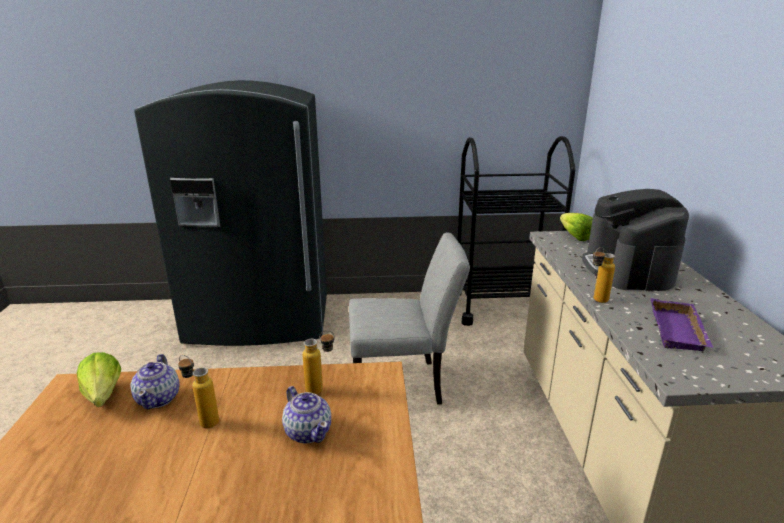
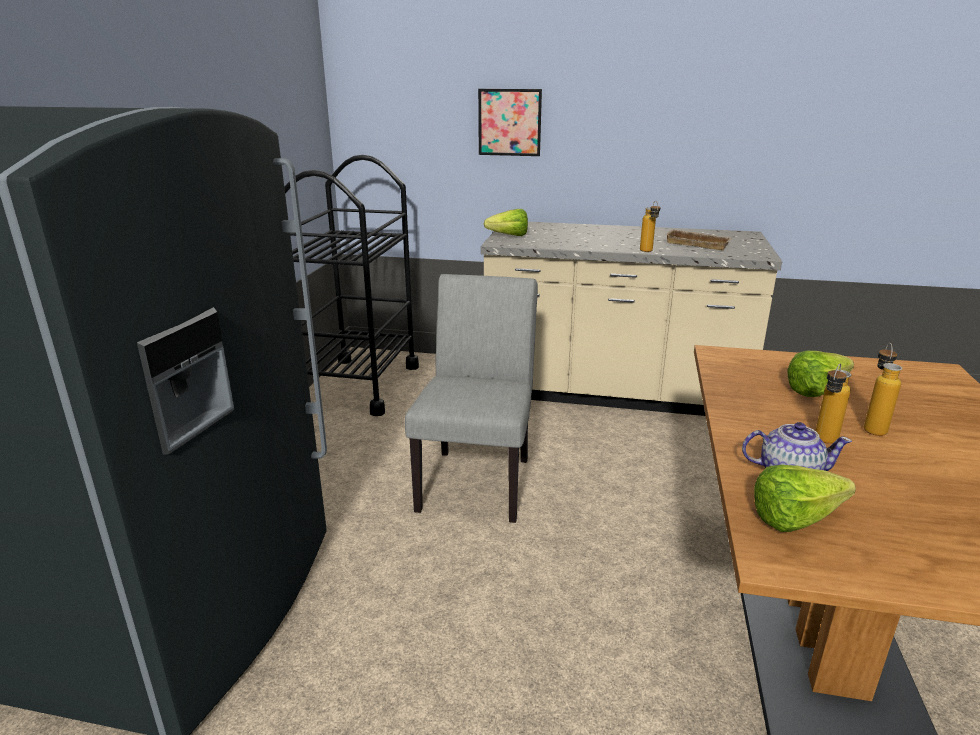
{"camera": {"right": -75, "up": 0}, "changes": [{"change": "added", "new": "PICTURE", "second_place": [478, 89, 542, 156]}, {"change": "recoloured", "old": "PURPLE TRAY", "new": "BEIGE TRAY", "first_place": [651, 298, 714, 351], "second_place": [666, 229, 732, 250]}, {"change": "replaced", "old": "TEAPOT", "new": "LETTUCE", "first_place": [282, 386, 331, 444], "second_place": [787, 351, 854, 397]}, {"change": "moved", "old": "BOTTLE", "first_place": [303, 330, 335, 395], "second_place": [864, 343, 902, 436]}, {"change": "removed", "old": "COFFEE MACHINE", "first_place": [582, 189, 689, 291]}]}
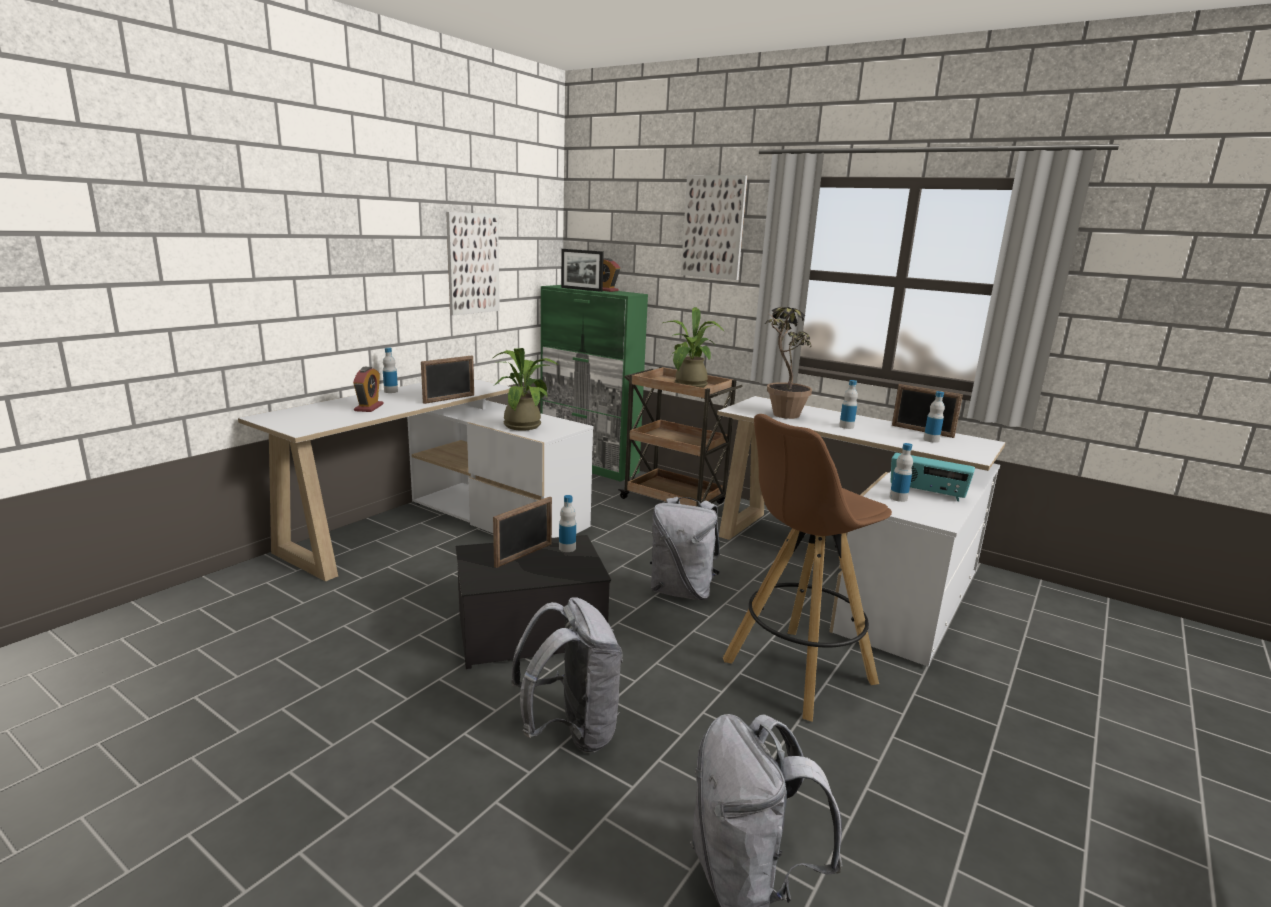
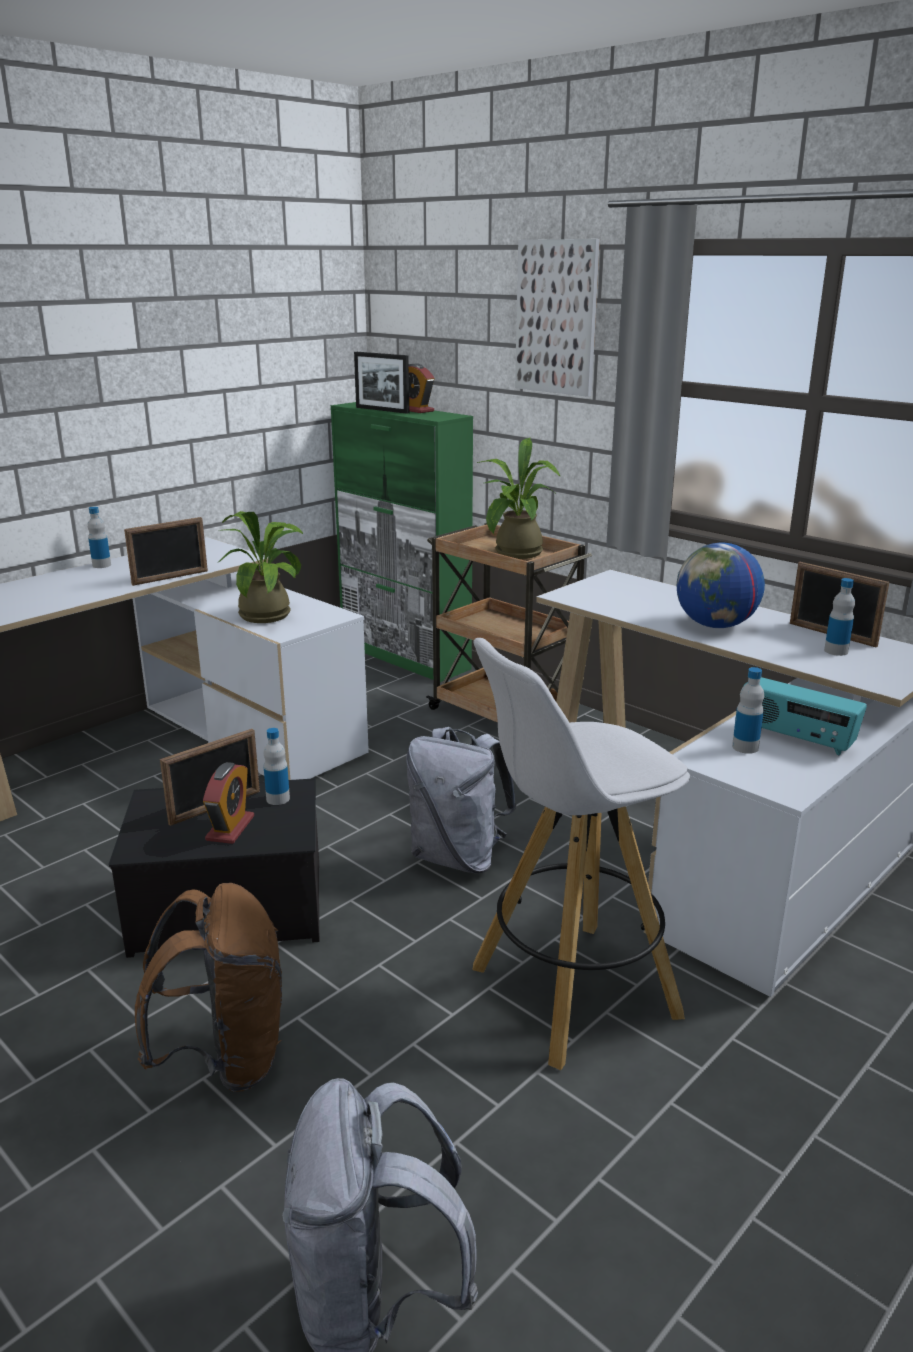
{"camera": {"right": 10, "up": 5}, "changes": [{"change": "recoloured", "old": "GREY BACKPACK", "new": "BROWN BACKPACK", "first_place": [511, 597, 623, 753], "second_place": [135, 883, 282, 1092]}, {"change": "moved", "old": "ALARM CLOCK", "first_place": [353, 367, 384, 412], "second_place": [203, 762, 254, 844]}, {"change": "recoloured", "old": "BROWN STOOL", "new": "WHITE STOOL", "first_place": [723, 414, 892, 722], "second_place": [472, 638, 690, 1070]}, {"change": "replaced", "old": "BOTTLE", "new": "GLOBE", "first_place": [839, 380, 858, 429], "second_place": [677, 543, 765, 628]}, {"change": "removed", "old": "PICTURE", "first_place": [446, 212, 500, 316]}, {"change": "removed", "old": "POTTED PLANT", "first_place": [765, 307, 812, 419]}]}
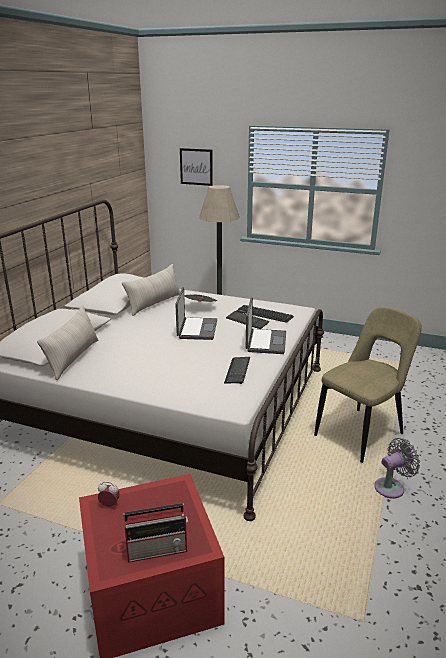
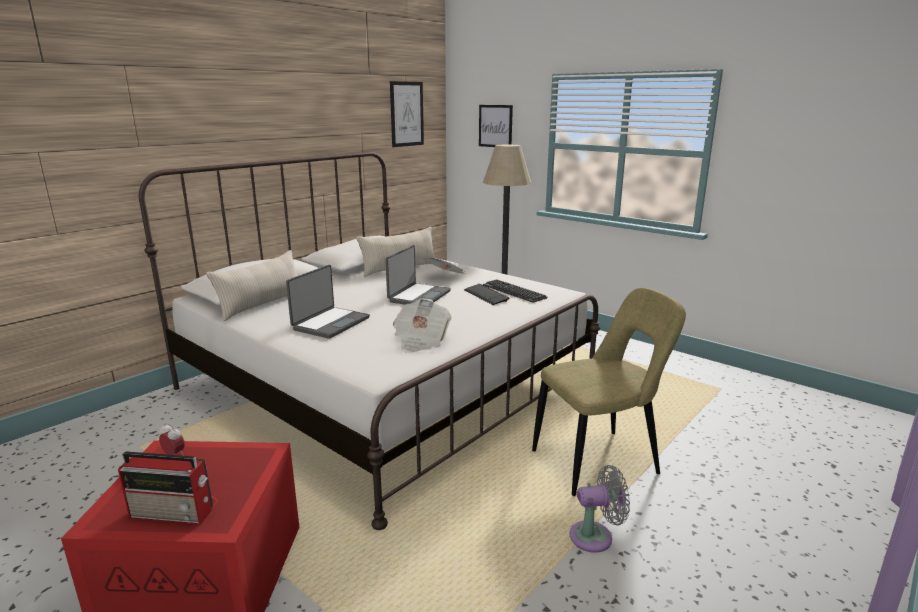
{"camera": {"right": 20, "up": -5}, "changes": [{"change": "moved", "old": "LAPTOP", "first_place": [246, 297, 286, 354], "second_place": [286, 265, 370, 339]}, {"change": "added", "new": "PICTURE", "second_place": [390, 81, 424, 147]}, {"change": "replaced", "old": "KEYBOARD", "new": "NEWSPAPER", "first_place": [224, 357, 250, 384], "second_place": [393, 298, 451, 353]}]}
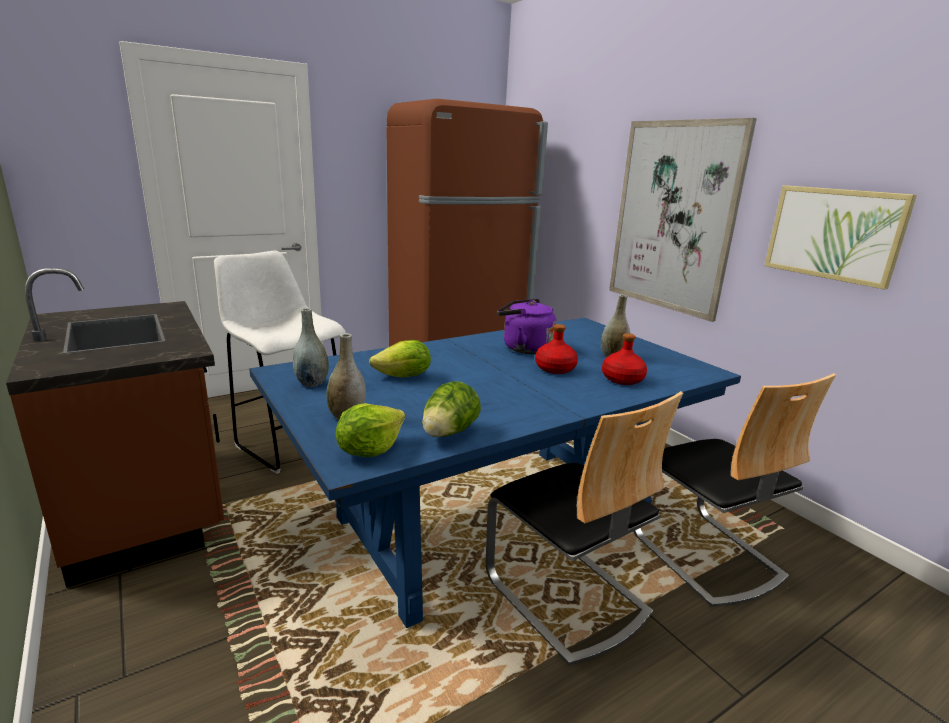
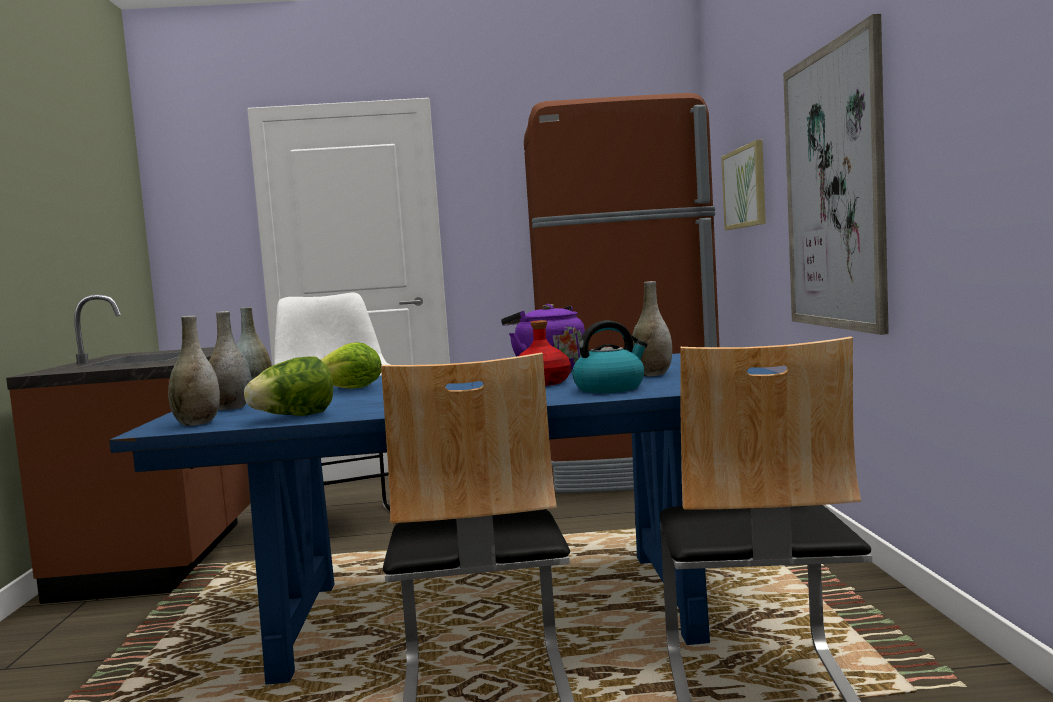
{"camera": {"right": 30, "up": -15}, "changes": [{"change": "replaced", "old": "LETTUCE", "new": "GREY VASE", "first_place": [336, 403, 405, 457], "second_place": [168, 316, 220, 426]}, {"change": "replaced", "old": "RED BOTTLE", "new": "KETTLE", "first_place": [602, 333, 647, 385], "second_place": [572, 321, 648, 393]}, {"change": "moved", "old": "PICTURE", "first_place": [764, 185, 917, 290], "second_place": [721, 140, 766, 230]}]}
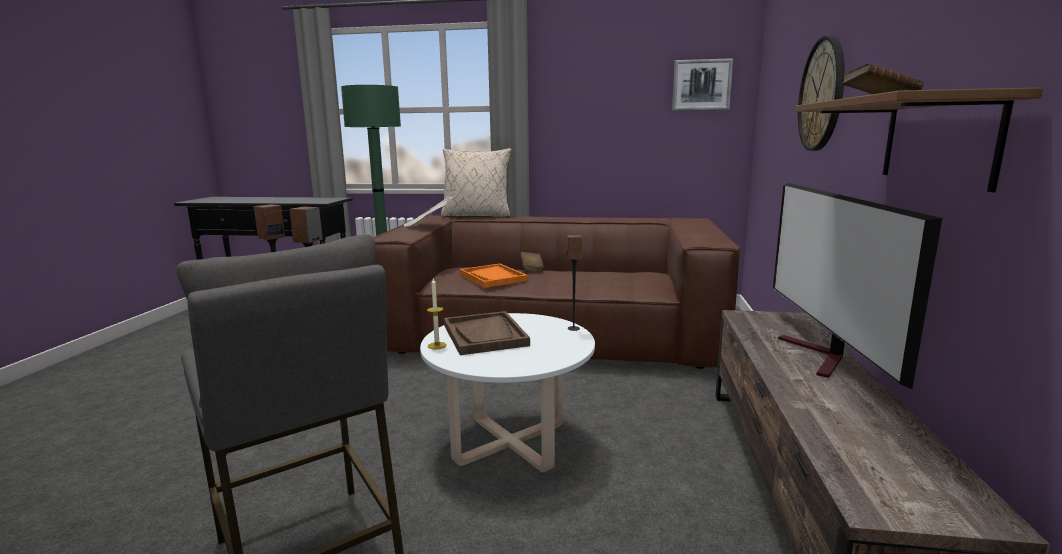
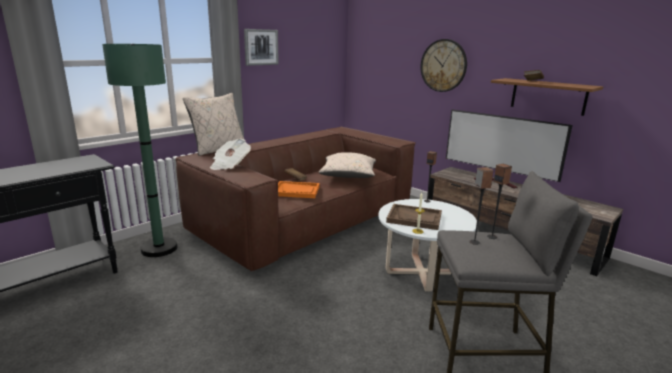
{"camera": {"right": -55, "up": 5}, "changes": [{"change": "moved", "old": "PICTURE", "first_place": [672, 58, 733, 111], "second_place": [244, 29, 279, 66]}, {"change": "added", "new": "BEIGE PILLOW", "second_place": [319, 152, 376, 178]}]}
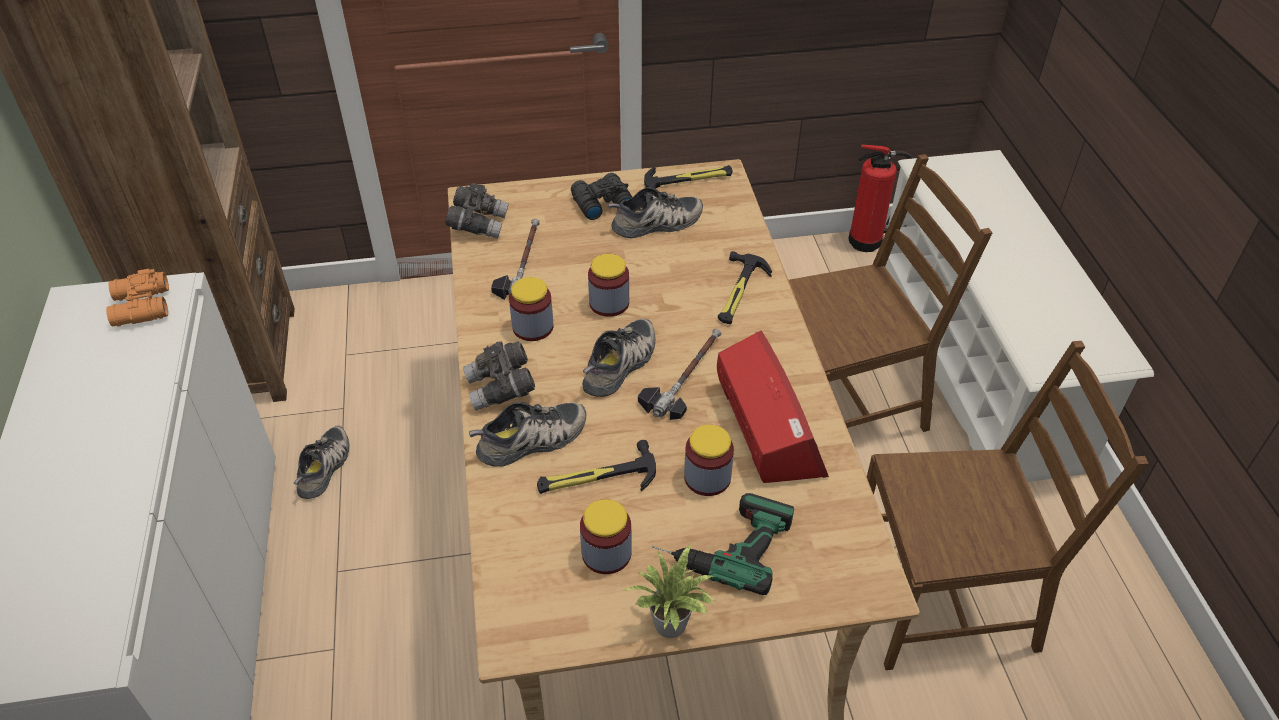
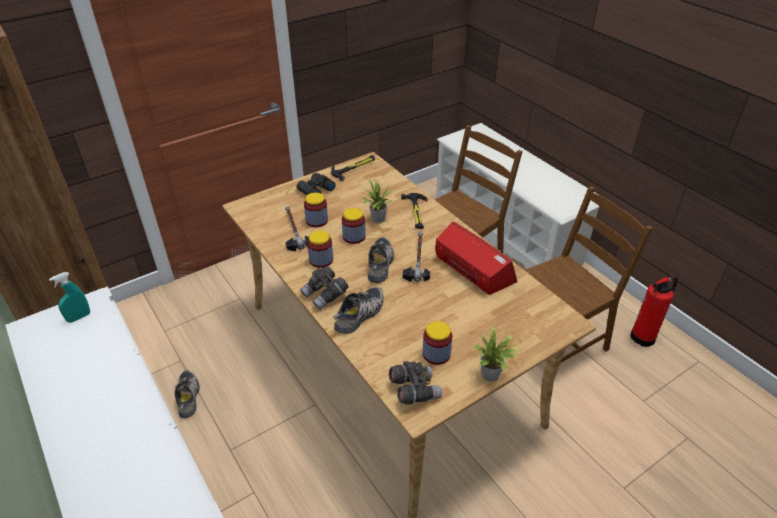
{"camera": {"right": -25, "up": -5}, "changes": [{"change": "replaced", "old": "ORANGE BINOCULARS", "new": "TURQUOISE SPRAY BOTTLE", "first_place": [106, 269, 169, 327], "second_place": [49, 272, 90, 323]}, {"change": "moved", "old": "JAR", "first_place": [684, 424, 734, 496], "second_place": [304, 192, 328, 227]}, {"change": "added", "new": "POTTED PLANT", "second_place": [358, 178, 394, 223]}, {"change": "moved", "old": "GREY BINOCULARS", "first_place": [445, 183, 509, 239], "second_place": [389, 361, 442, 405]}, {"change": "moved", "old": "FIRE EXTINGUISHER", "first_place": [848, 145, 914, 252], "second_place": [630, 276, 678, 347]}, {"change": "removed", "old": "HAMMER", "first_place": [537, 440, 656, 494]}, {"change": "removed", "old": "SHOE", "first_place": [608, 187, 703, 238]}, {"change": "removed", "old": "POWER DRILL", "first_place": [652, 493, 794, 595]}]}
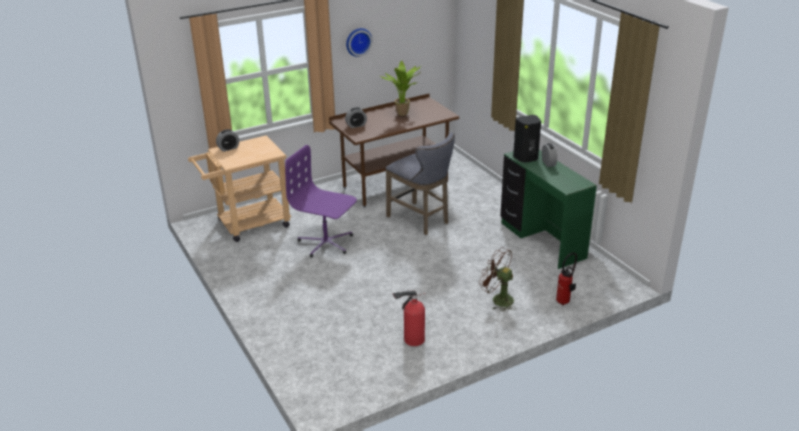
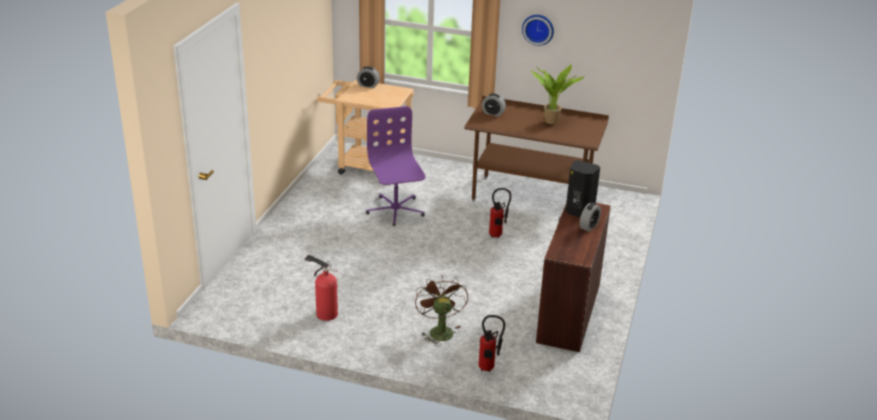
{"camera": {"right": 45, "up": 0}, "changes": [{"change": "replaced", "old": "GREY STOOL", "new": "FIRE EXTINGUISHER", "first_place": [386, 133, 455, 235], "second_place": [489, 188, 511, 238]}, {"change": "recoloured", "old": "GREEN DESK", "new": "BROWN DESK", "first_place": [500, 150, 597, 269], "second_place": [536, 203, 611, 352]}]}
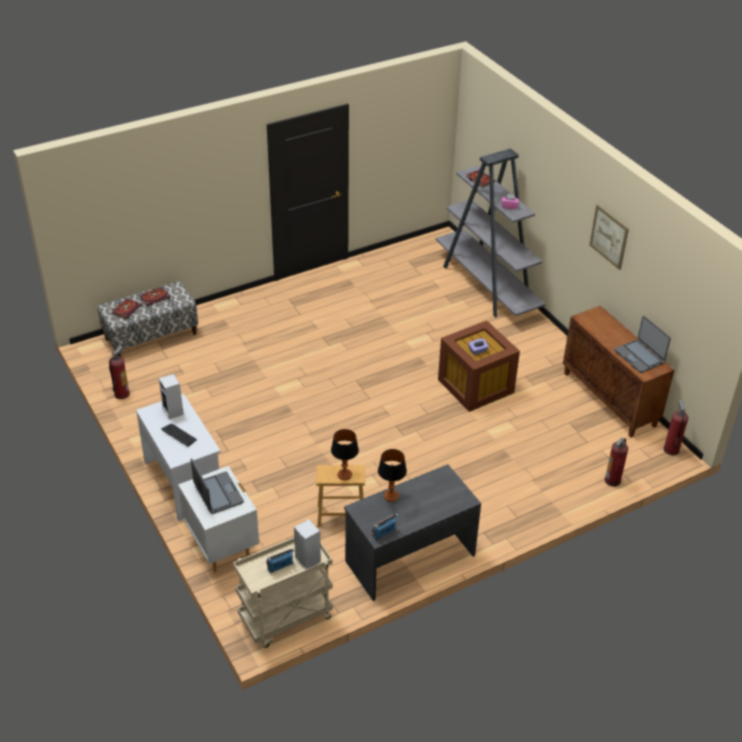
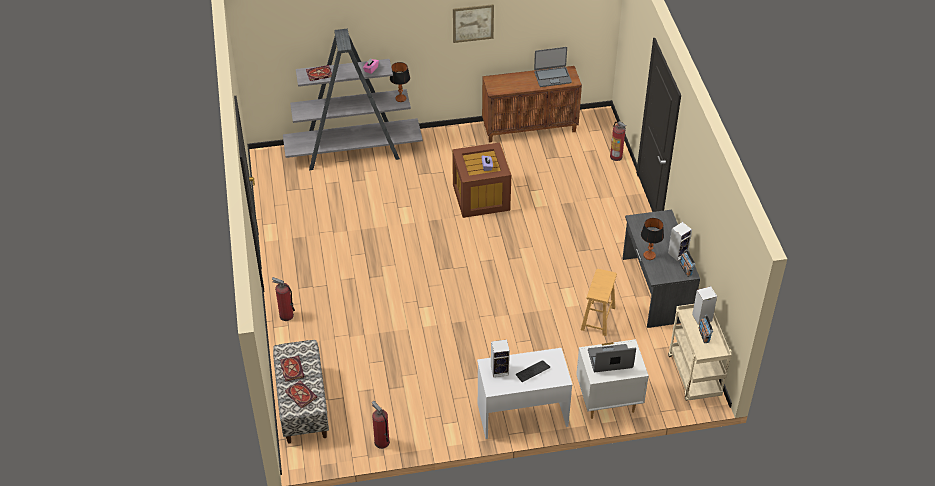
{"camera": {"right": -70, "up": 5}, "changes": [{"change": "moved", "old": "FIRE EXTINGUISHER", "first_place": [664, 400, 688, 455], "second_place": [272, 277, 295, 321]}, {"change": "moved", "old": "TABLE LAMP", "first_place": [331, 429, 359, 480], "second_place": [390, 62, 410, 102]}, {"change": "added", "new": "SPEAKER", "second_place": [668, 222, 692, 261]}]}
